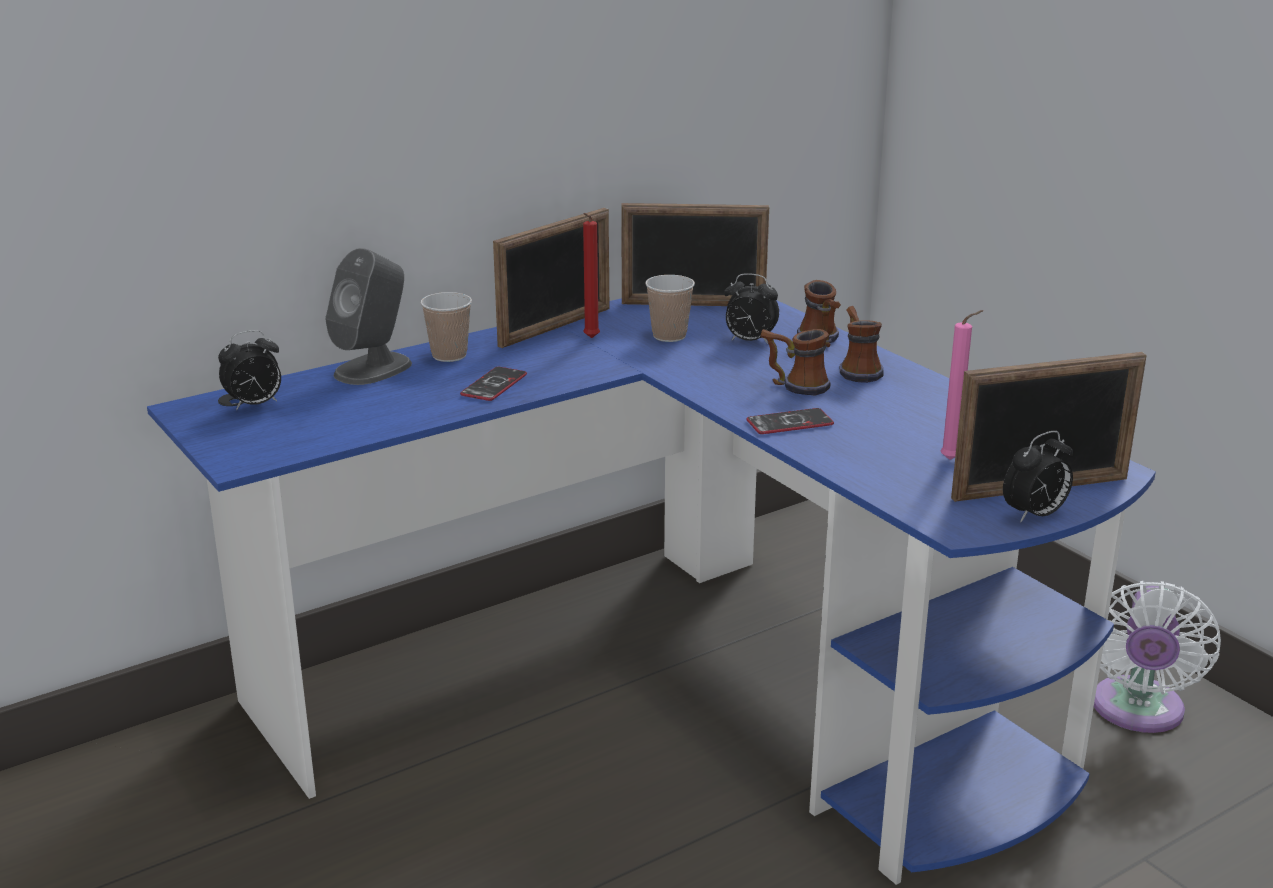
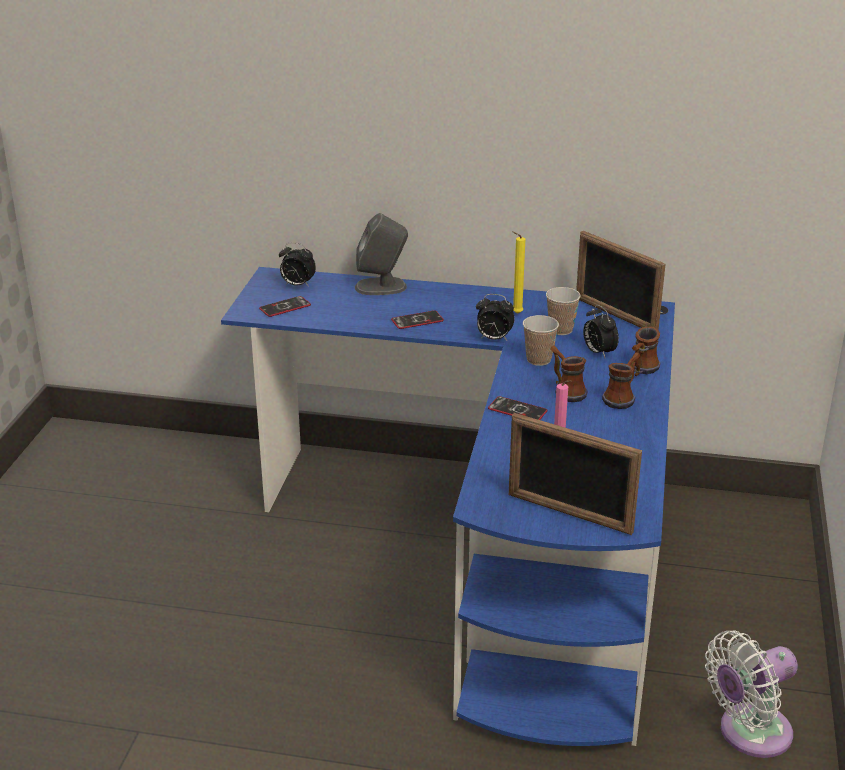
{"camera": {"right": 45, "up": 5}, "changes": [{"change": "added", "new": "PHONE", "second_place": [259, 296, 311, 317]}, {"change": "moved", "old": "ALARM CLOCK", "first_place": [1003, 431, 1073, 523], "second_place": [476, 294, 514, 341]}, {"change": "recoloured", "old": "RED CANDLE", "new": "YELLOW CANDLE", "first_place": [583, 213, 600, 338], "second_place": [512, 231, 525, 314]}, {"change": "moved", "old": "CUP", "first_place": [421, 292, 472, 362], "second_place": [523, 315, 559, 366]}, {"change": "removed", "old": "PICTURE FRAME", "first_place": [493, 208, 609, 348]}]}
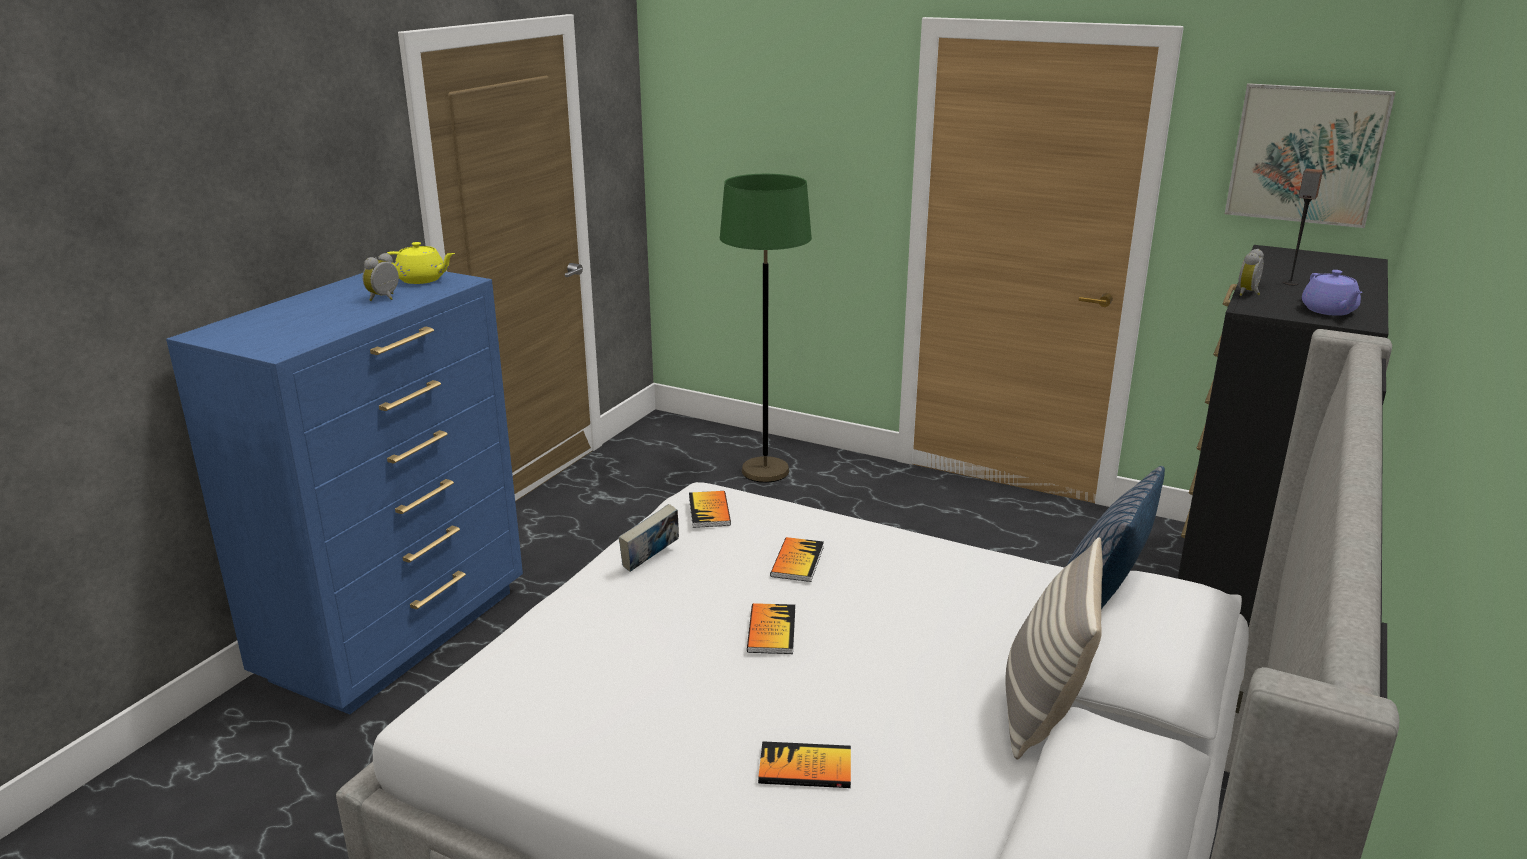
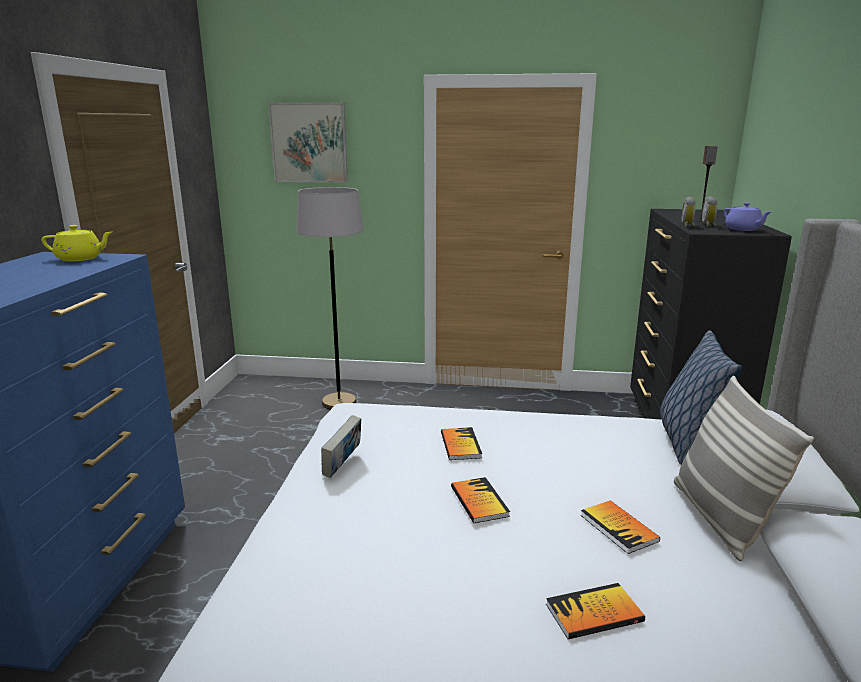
{"camera": {"right": -20, "up": -5}, "changes": [{"change": "moved", "old": "PICTURE", "first_place": [1225, 83, 1396, 228], "second_place": [268, 103, 348, 183]}, {"change": "recoloured", "old": "GREEN FLOOR LAMP", "new": "GREY FLOOR LAMP", "first_place": [720, 174, 812, 483], "second_place": [296, 187, 364, 410]}, {"change": "moved", "old": "BOOK", "first_place": [689, 491, 731, 528], "second_place": [581, 500, 660, 554]}, {"change": "moved", "old": "ALARM CLOCK", "first_place": [362, 253, 399, 301], "second_place": [702, 196, 717, 227]}]}
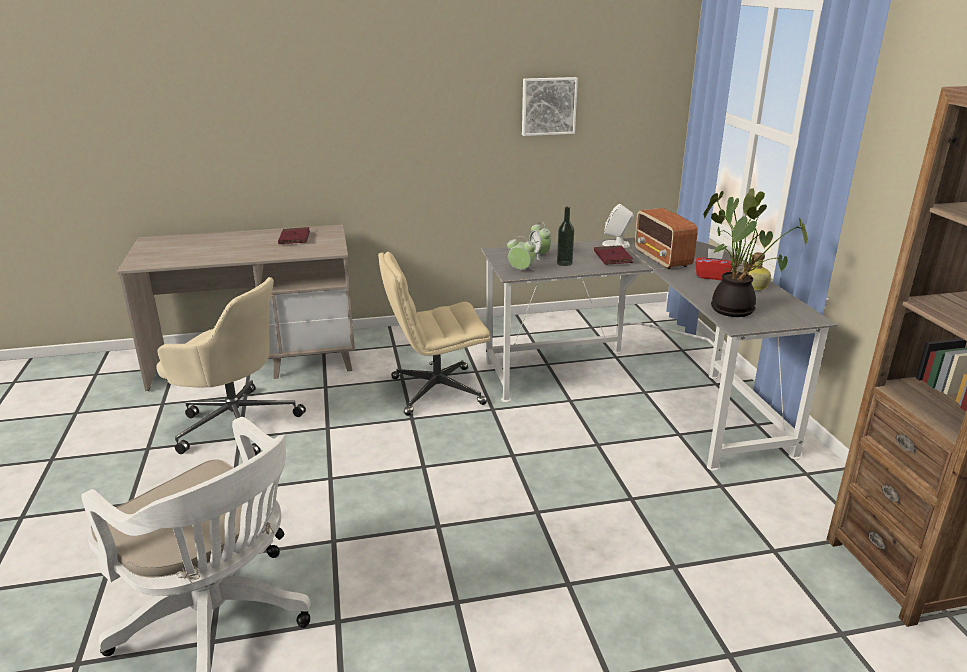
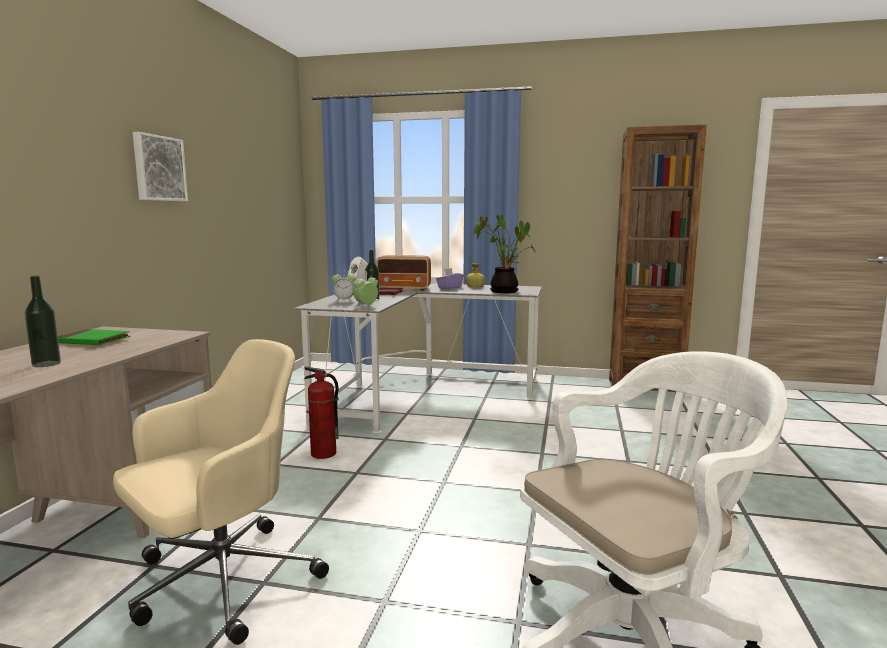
{"camera": {"right": -65, "up": -15}, "changes": [{"change": "added", "new": "BOTTLE", "second_place": [25, 276, 61, 367]}, {"change": "recoloured", "old": "RED BOOK", "new": "GREEN BOOK", "first_place": [278, 227, 310, 244], "second_place": [58, 329, 131, 346]}, {"change": "moved", "old": "PICTURE", "first_place": [522, 77, 578, 136], "second_place": [133, 132, 188, 201]}, {"change": "replaced", "old": "BEIGE OFFICE CHAIR", "new": "FIRE EXTINGUISHER", "first_place": [378, 252, 490, 416], "second_place": [304, 366, 339, 459]}, {"change": "recoloured", "old": "RED TISSUE BOX", "new": "PURPLE TISSUE BOX", "first_place": [695, 248, 732, 281], "second_place": [436, 268, 463, 289]}]}
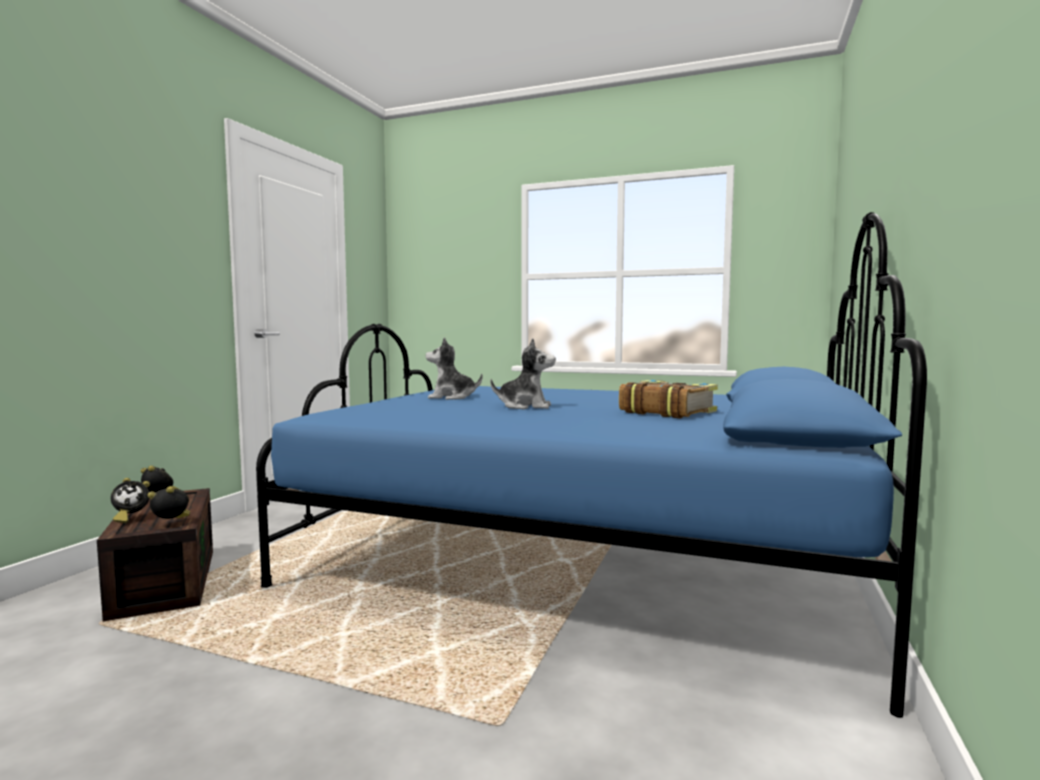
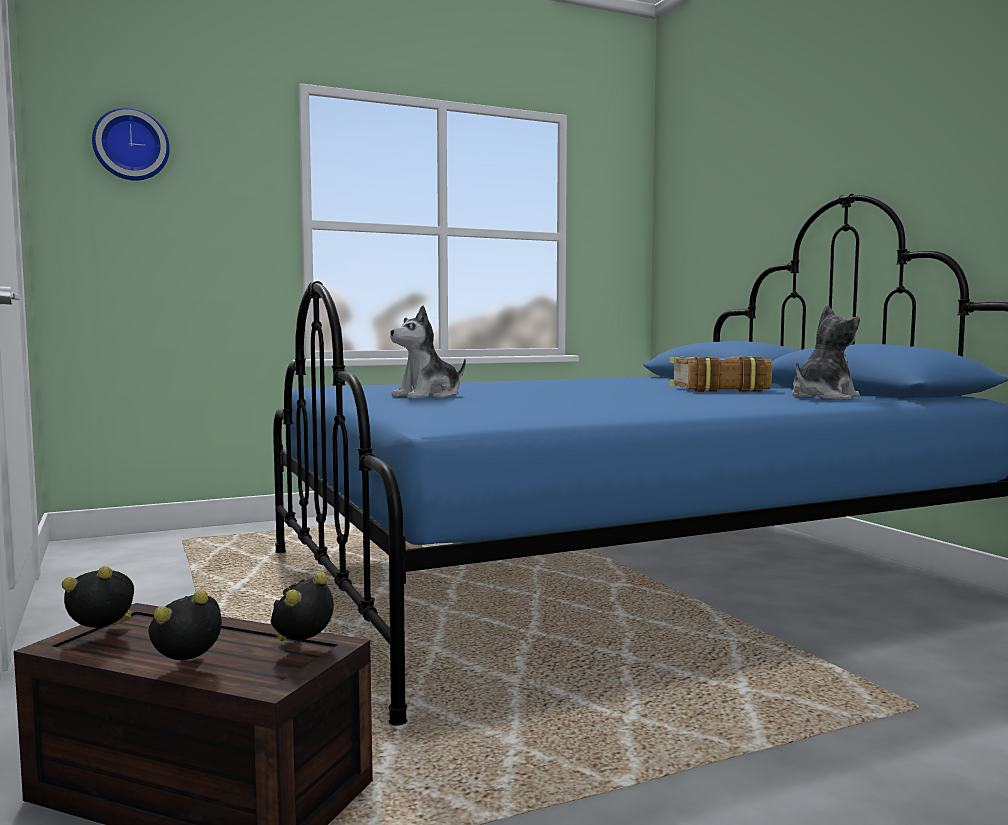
{"camera": {"right": -45, "up": 0}, "changes": [{"change": "added", "new": "WALL CLOCK", "second_place": [92, 107, 170, 181]}, {"change": "turned", "old": "ALARM CLOCK", "first_place": [110, 478, 150, 523], "second_place": [148, 590, 222, 660], "degrees": -150}, {"change": "moved", "old": "PLUSH TOY", "first_place": [490, 338, 556, 410], "second_place": [792, 304, 860, 400]}]}
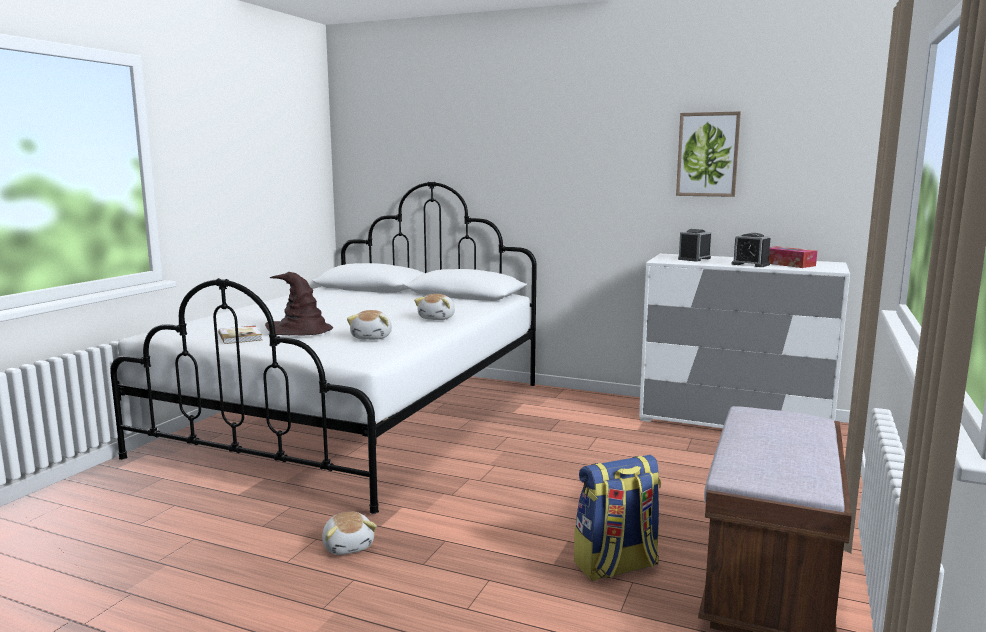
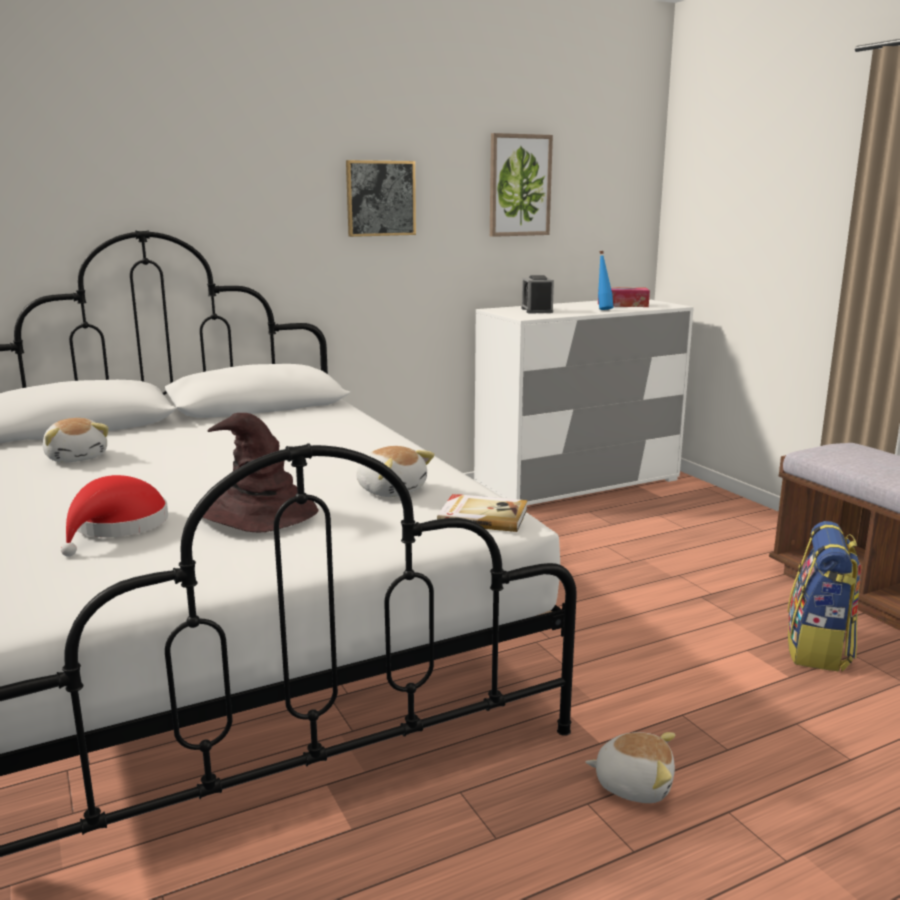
{"camera": {"right": -50, "up": 5}, "changes": [{"change": "moved", "old": "PLUSH TOY", "first_place": [414, 294, 455, 320], "second_place": [43, 418, 109, 463]}, {"change": "added", "new": "RED HAT", "second_place": [61, 475, 168, 557]}, {"change": "added", "new": "PICTURE", "second_place": [346, 160, 416, 237]}, {"change": "moved", "old": "BOOK", "first_place": [218, 326, 262, 344], "second_place": [437, 494, 528, 532]}, {"change": "replaced", "old": "ALARM CLOCK", "new": "BLUE BOTTLE", "first_place": [732, 233, 770, 267], "second_place": [598, 251, 614, 310]}]}
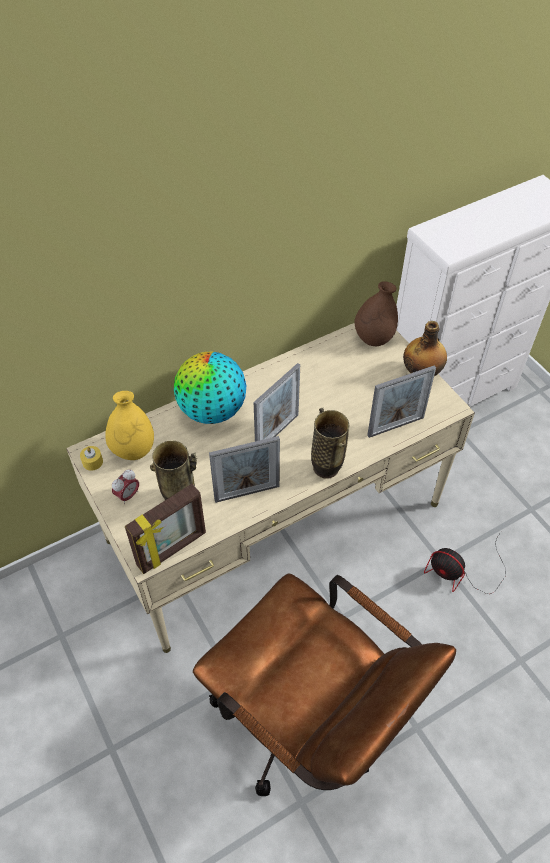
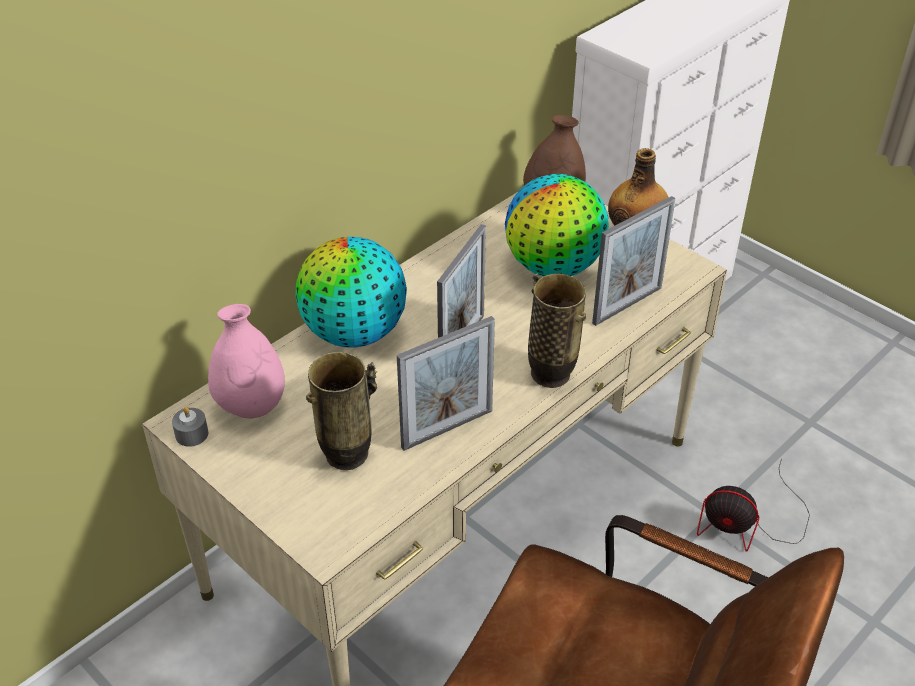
{"camera": {"right": -15, "up": -10}, "changes": [{"change": "recoloured", "old": "YELLOW CANDLE", "new": "GREY CANDLE", "first_place": [80, 446, 103, 471], "second_place": [172, 407, 208, 447]}, {"change": "recoloured", "old": "YELLOW VASE", "new": "PINK VASE", "first_place": [105, 391, 154, 460], "second_place": [208, 304, 285, 418]}, {"change": "added", "new": "GLOBE", "second_place": [505, 174, 609, 276]}, {"change": "removed", "old": "ALARM CLOCK", "first_place": [112, 470, 139, 504]}, {"change": "removed", "old": "PICTURE FRAME", "first_place": [125, 484, 206, 574]}]}
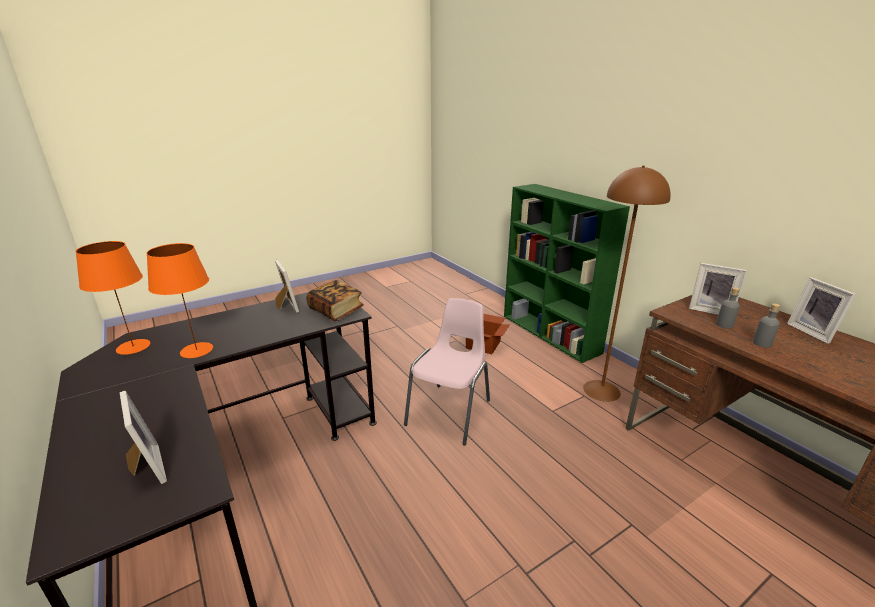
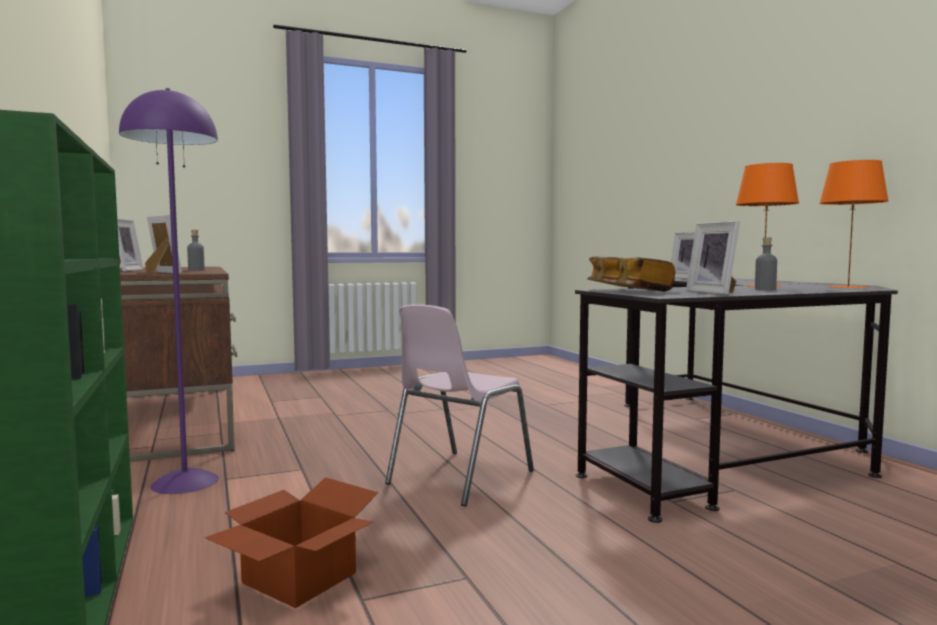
{"camera": {"right": -170, "up": -20}, "changes": [{"change": "recoloured", "old": "BROWN FLOOR LAMP", "new": "PURPLE FLOOR LAMP", "first_place": [583, 166, 671, 402], "second_place": [119, 88, 219, 494]}, {"change": "moved", "old": "GREY BOTTLE", "first_place": [716, 287, 740, 329], "second_place": [755, 237, 777, 290]}]}
